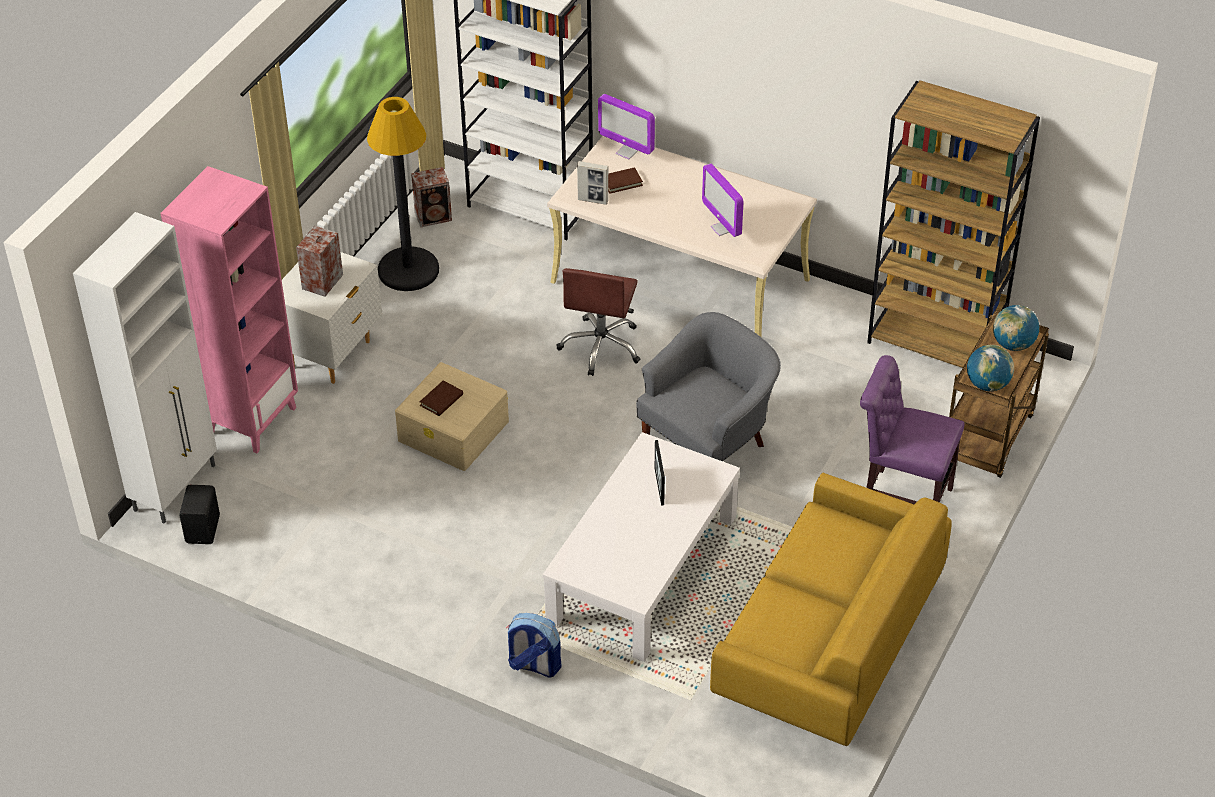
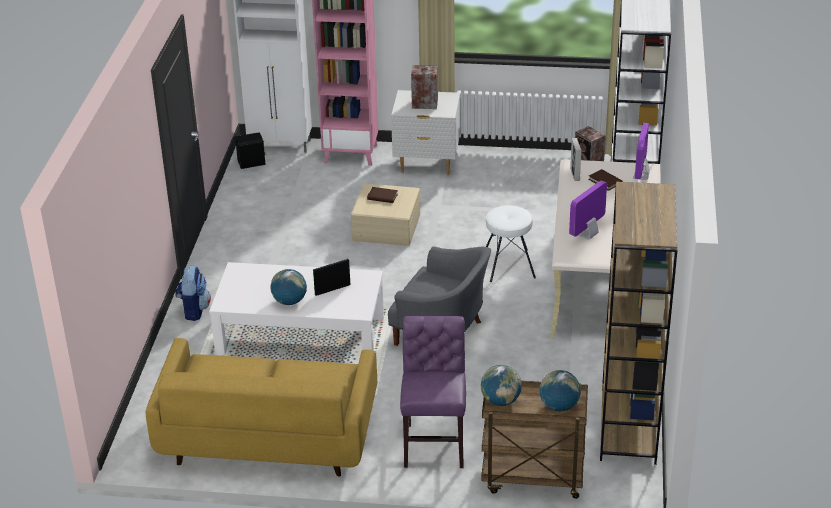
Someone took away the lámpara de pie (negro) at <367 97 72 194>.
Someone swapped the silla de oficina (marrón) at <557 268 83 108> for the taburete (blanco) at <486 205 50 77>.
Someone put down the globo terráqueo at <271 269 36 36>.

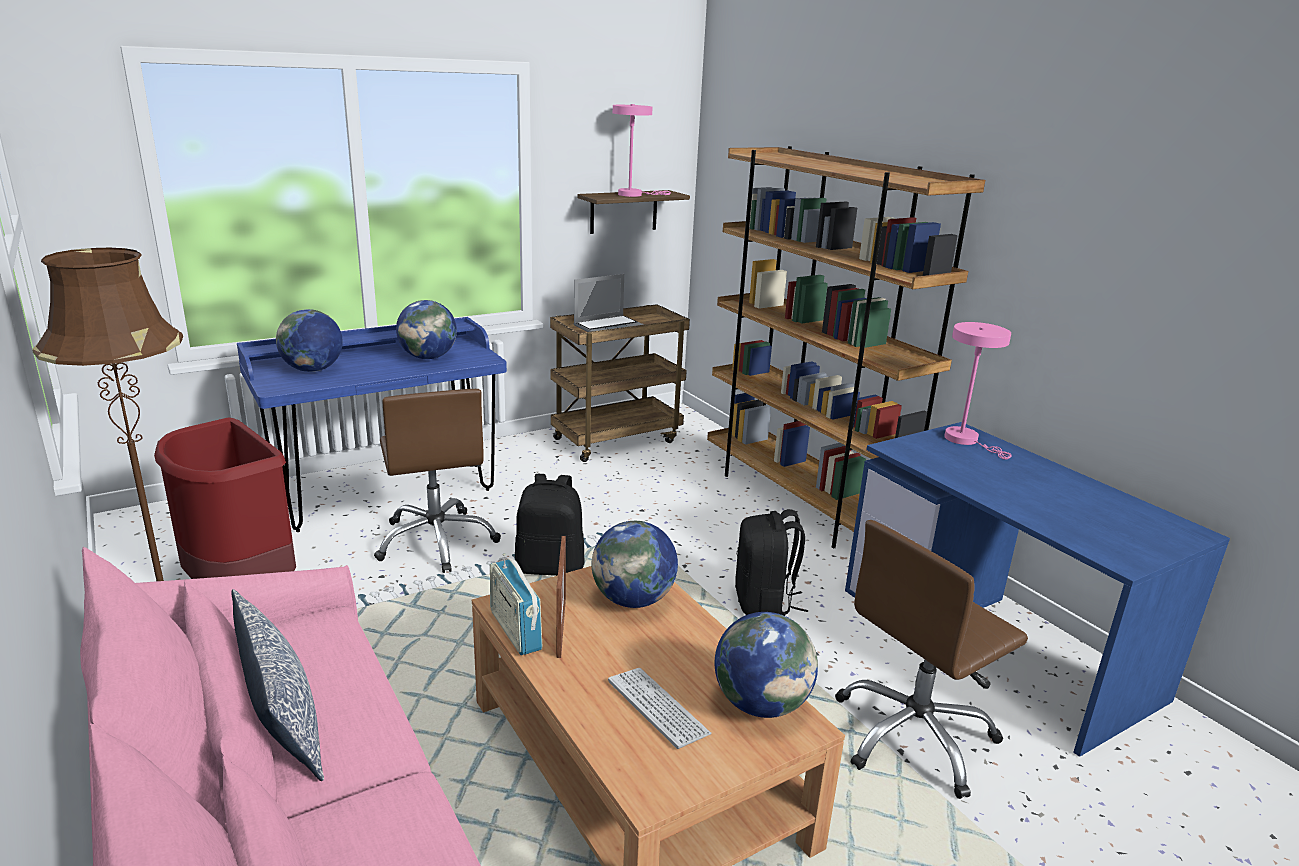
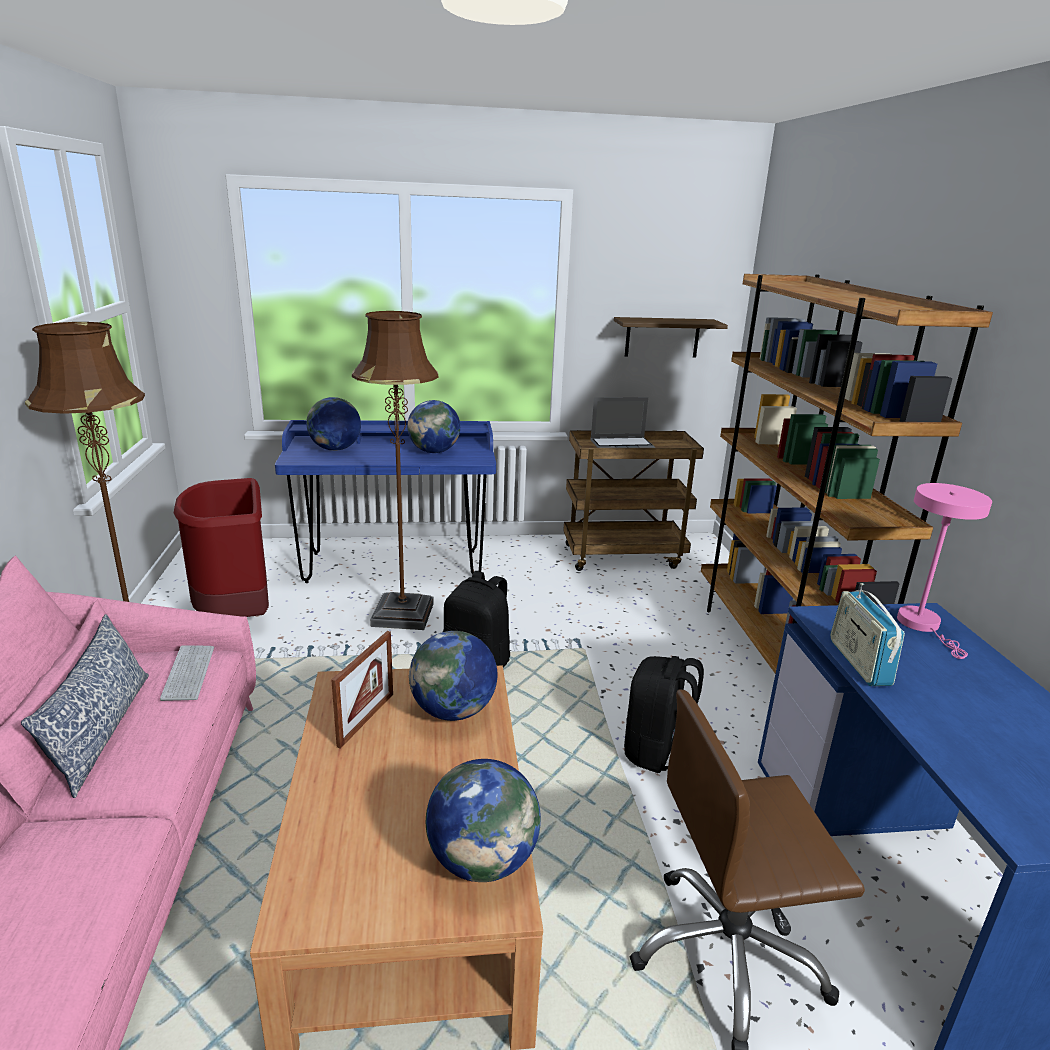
Someone took away the lámpara de mesa (rosa) at <613 104 58 93>.
Someone swapped the silla de oficina (marrón) at <374 389 127 184> for the lámpara de pie (marrón) at <352 311 86 319>.
Someone carried the radio from <490 553 53 102> to <830 583 75 103>.
Someone carried the teclado from <608 668 104 81> to <160 645 54 56>.

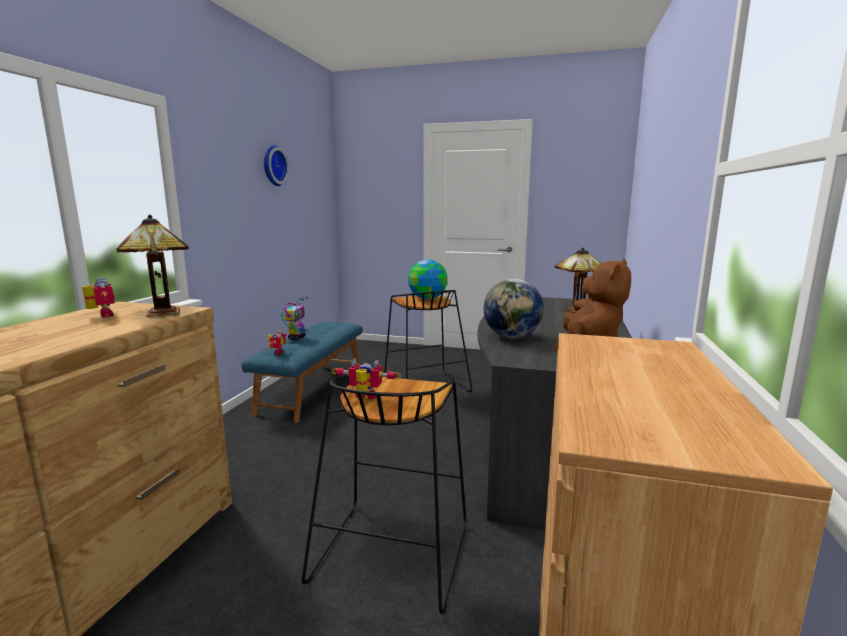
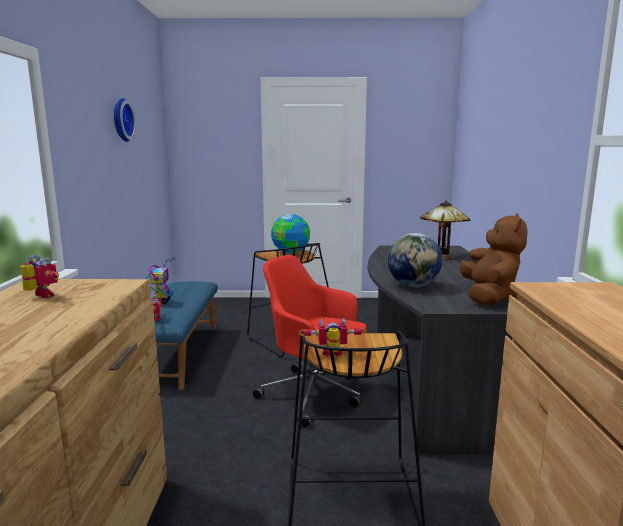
Someone took away the lámpara de mesa at <116 215 73 102>.
Someone put down the silla de oficina (rojo) at <253 255 114 173>.

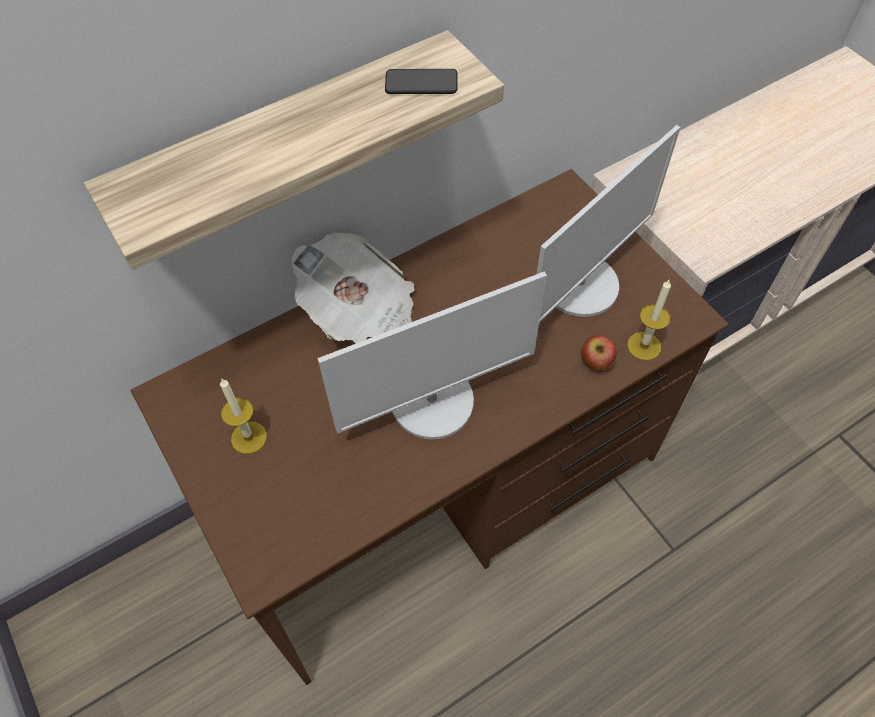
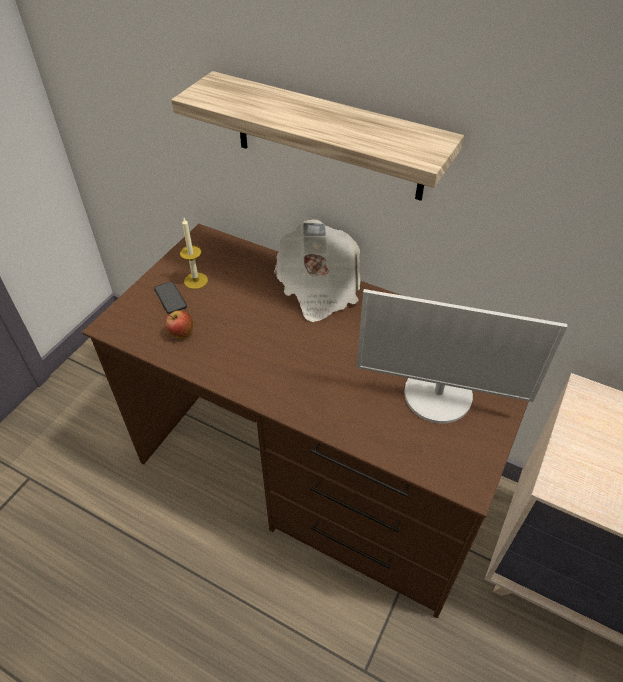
Someone carried the móvil from <385 69 73 25> to <154 281 33 33>.
Someone took away the monitor at <317 272 230 167>.
Someone took away the vela at <627 279 44 82>.
Someone carried the manzana from <581 335 36 35> to <165 310 28 29>.

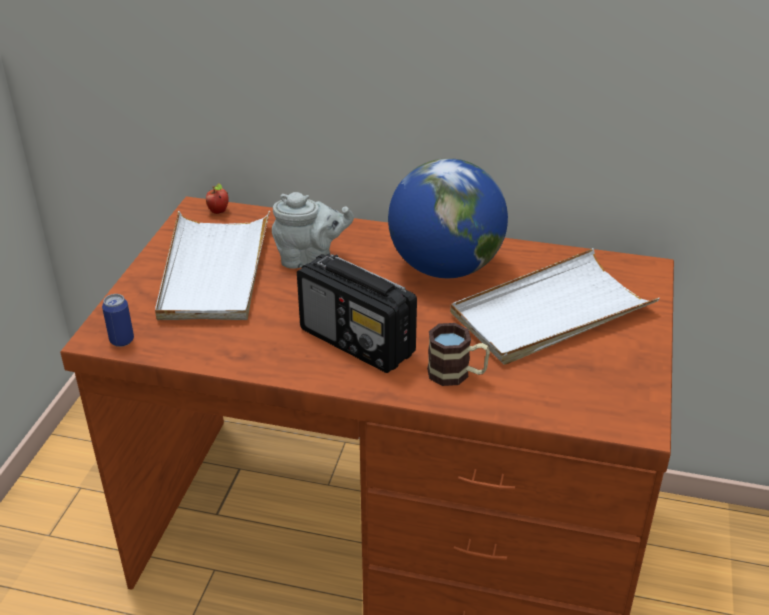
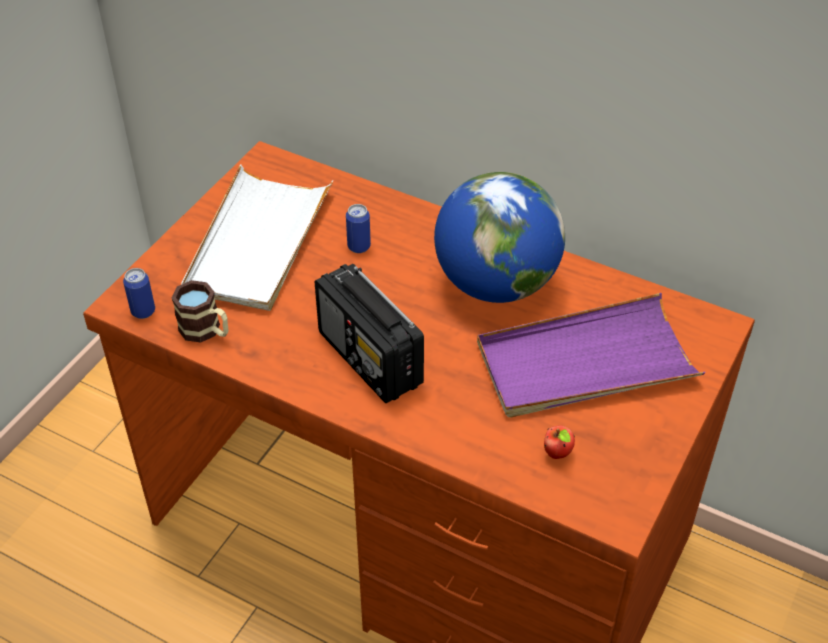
Someone carried the manzana from <206 183 23 31> to <544 426 31 33>.
Someone swapped the tetera (gris) at <272 192 82 77> for the lata at <346 204 25 49>.
Someone repainted the bandeja (blanco) at <450 248 210 117>, which became the bandeja (morado) at <477 293 229 124>.
Someone carried the taza grande from <427 323 63 63> to <172 280 57 63>.

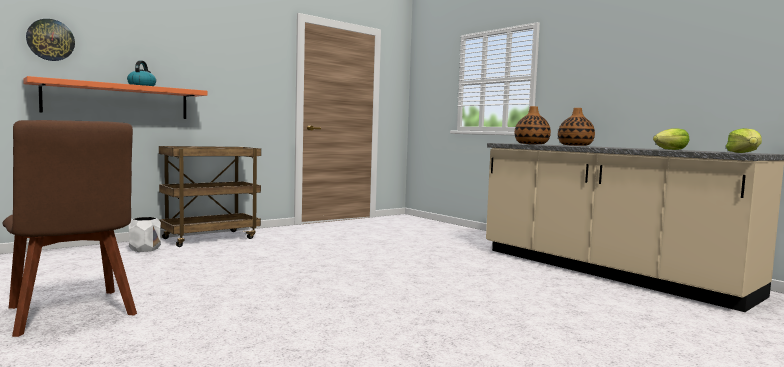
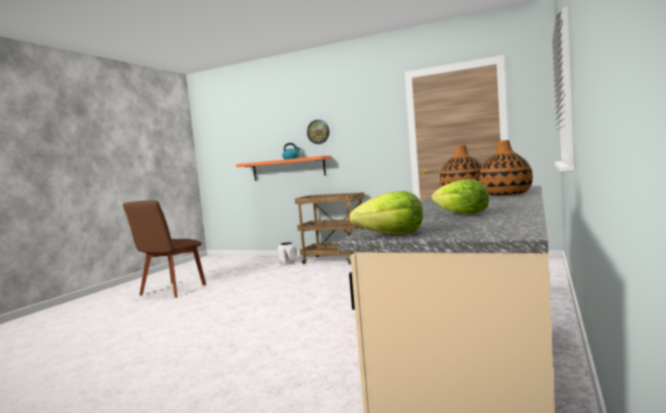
Someone carried the reloj de pared from <26 19 49 42> to <307 120 22 24>.

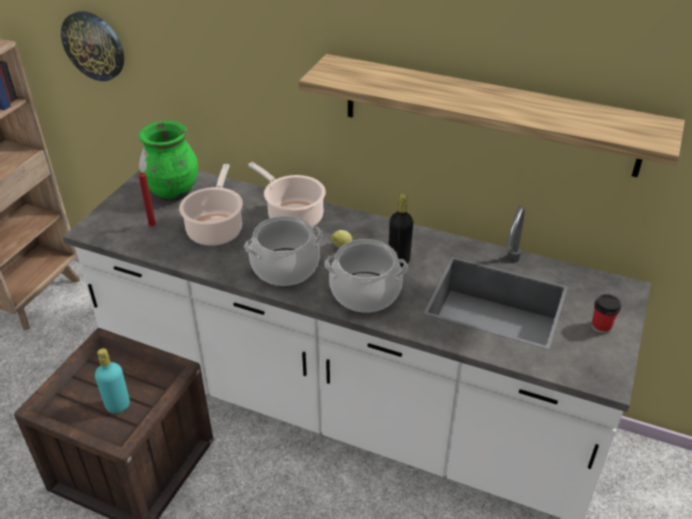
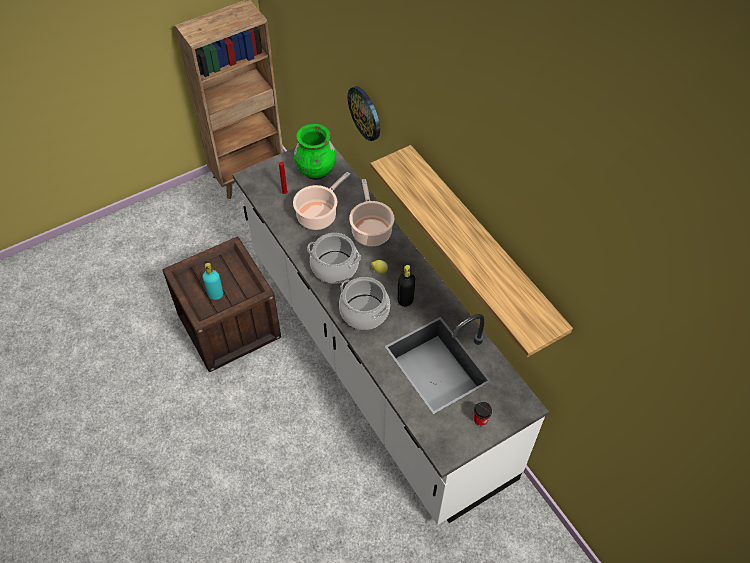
Someone carried the reloj de pared from <61 11 63 70> to <348 86 32 55>.

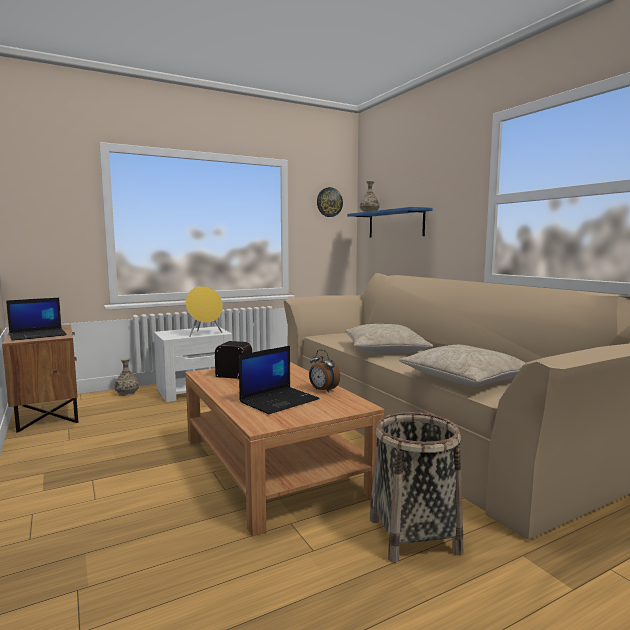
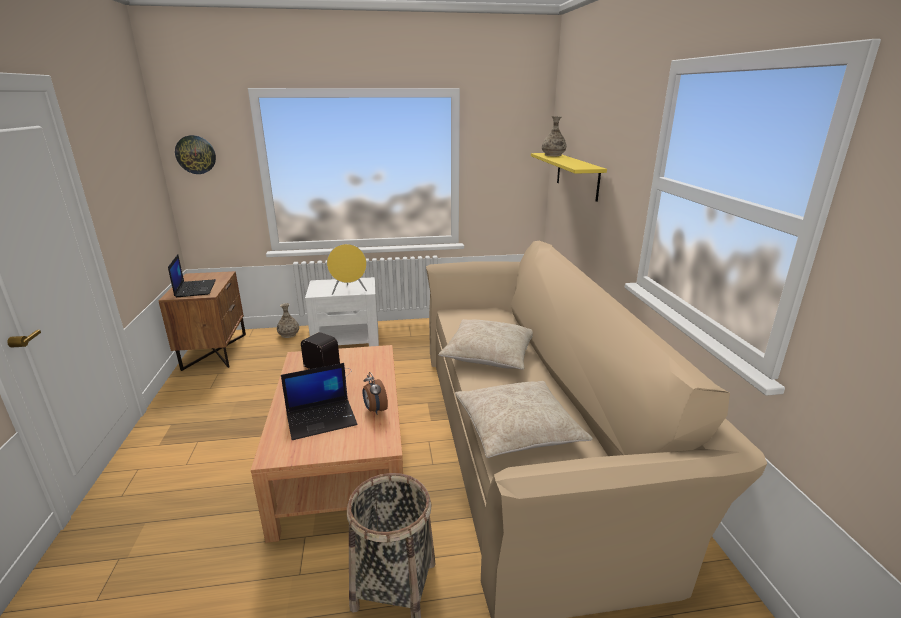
Someone carried the reloj de pared from <317 187 26 30> to <175 135 41 39>.
Someone repainted the estante (azul) at <347 207 86 31>, which became the estante (amarillo) at <531 153 76 49>.
Someone rotated the portátil at <6 298 61 43> by 90 degrees counterclockwise.

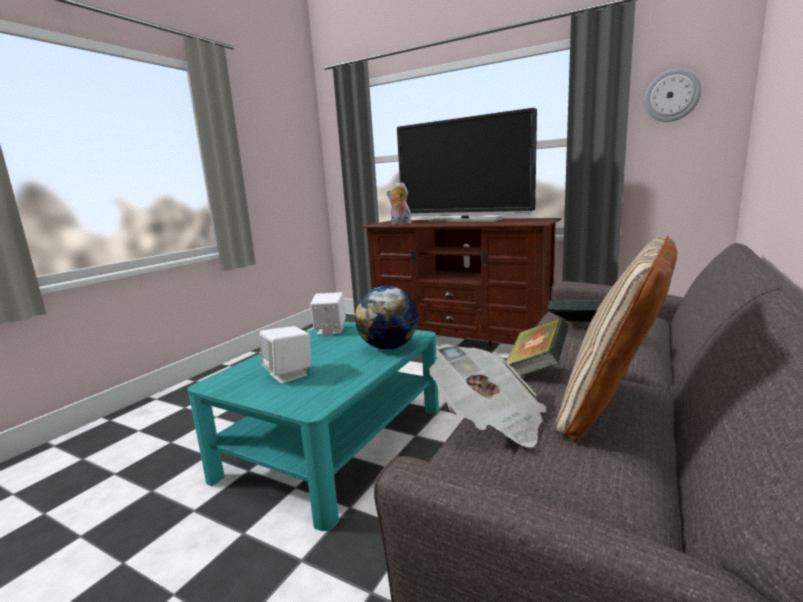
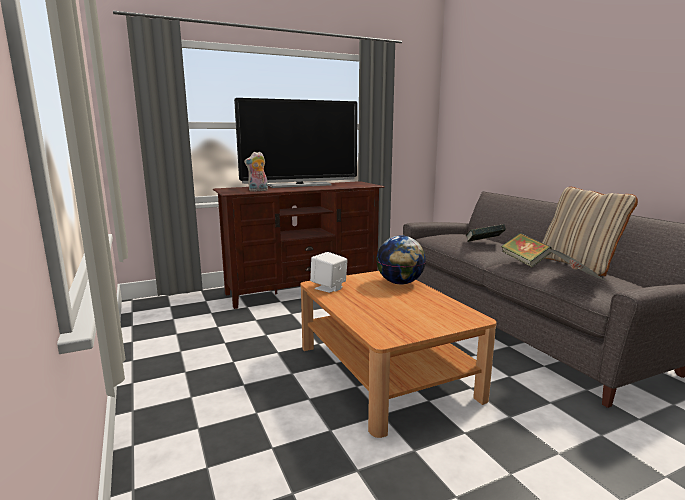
Someone took away the reloj de pared at <644 68 58 54>.
Someone repainted the mesa de centro (turquesa) at <187 321 252 210>, which became the mesa de centro (marrón) at <301 271 196 167>.
Someone took away the altavoz (blanco) at <260 326 51 58>.

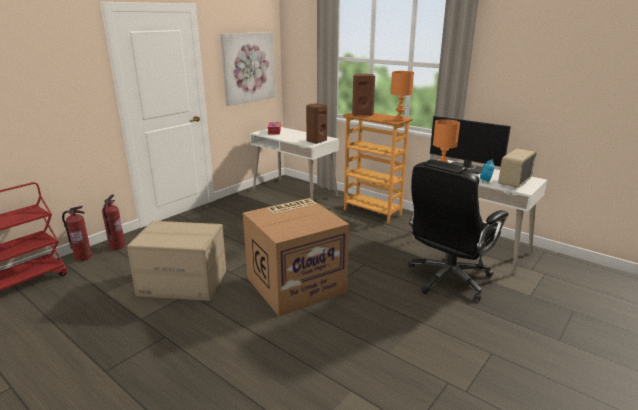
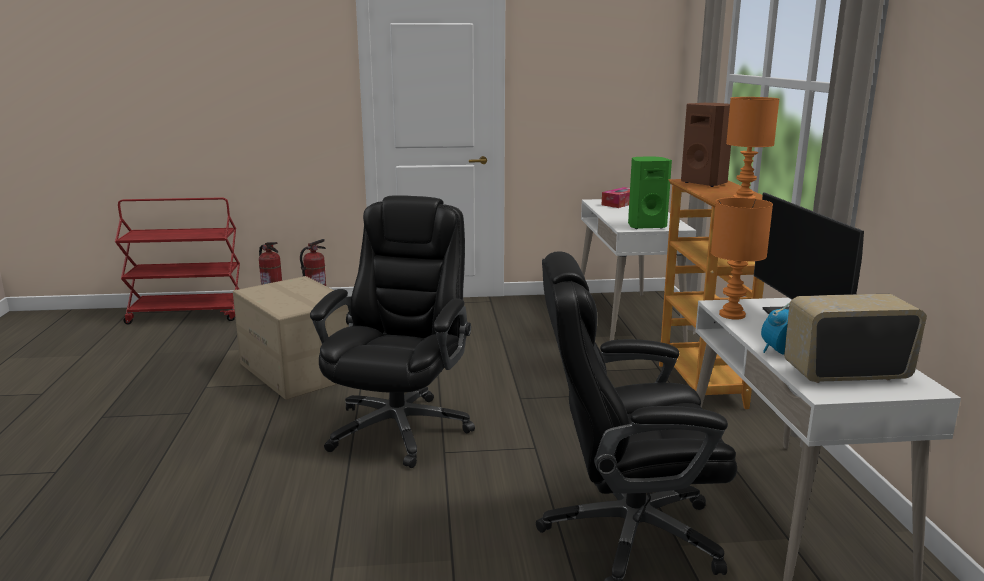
Someone took away the cuadro at <220 32 55 74>.
Someone repainted the altavoz (marrón) at <306 103 21 41>, which became the altavoz (verde) at <628 156 44 73>.
Someone swapped the caja de cartón at <243 198 106 118> for the silla de oficina (negro) at <310 195 165 273>.

